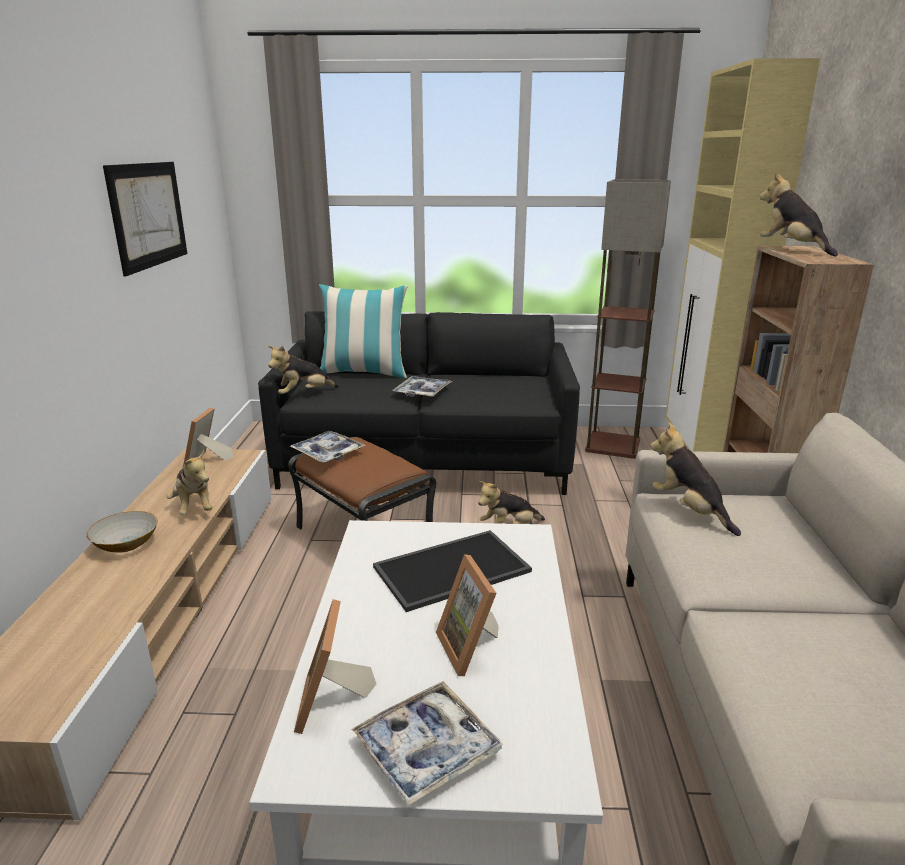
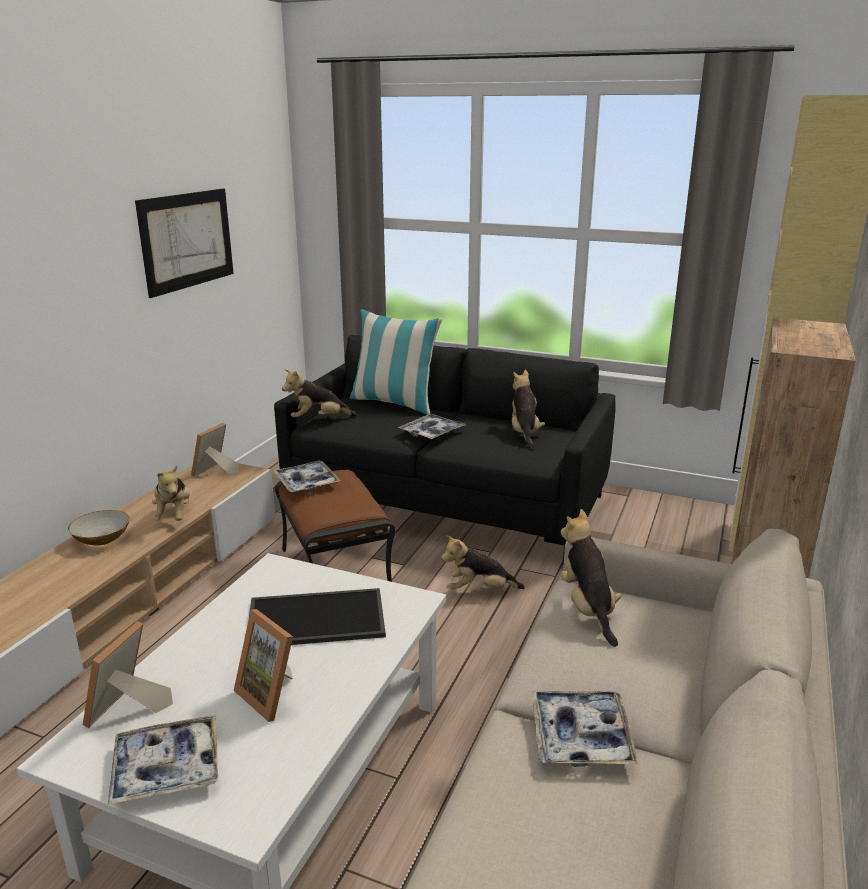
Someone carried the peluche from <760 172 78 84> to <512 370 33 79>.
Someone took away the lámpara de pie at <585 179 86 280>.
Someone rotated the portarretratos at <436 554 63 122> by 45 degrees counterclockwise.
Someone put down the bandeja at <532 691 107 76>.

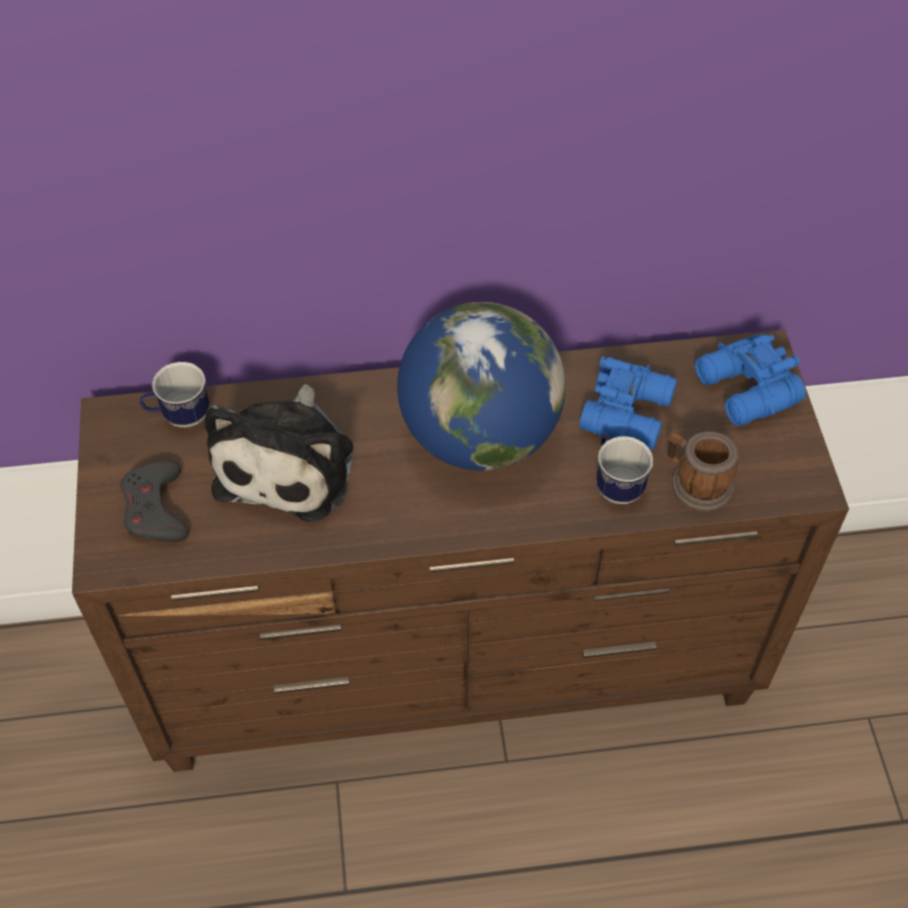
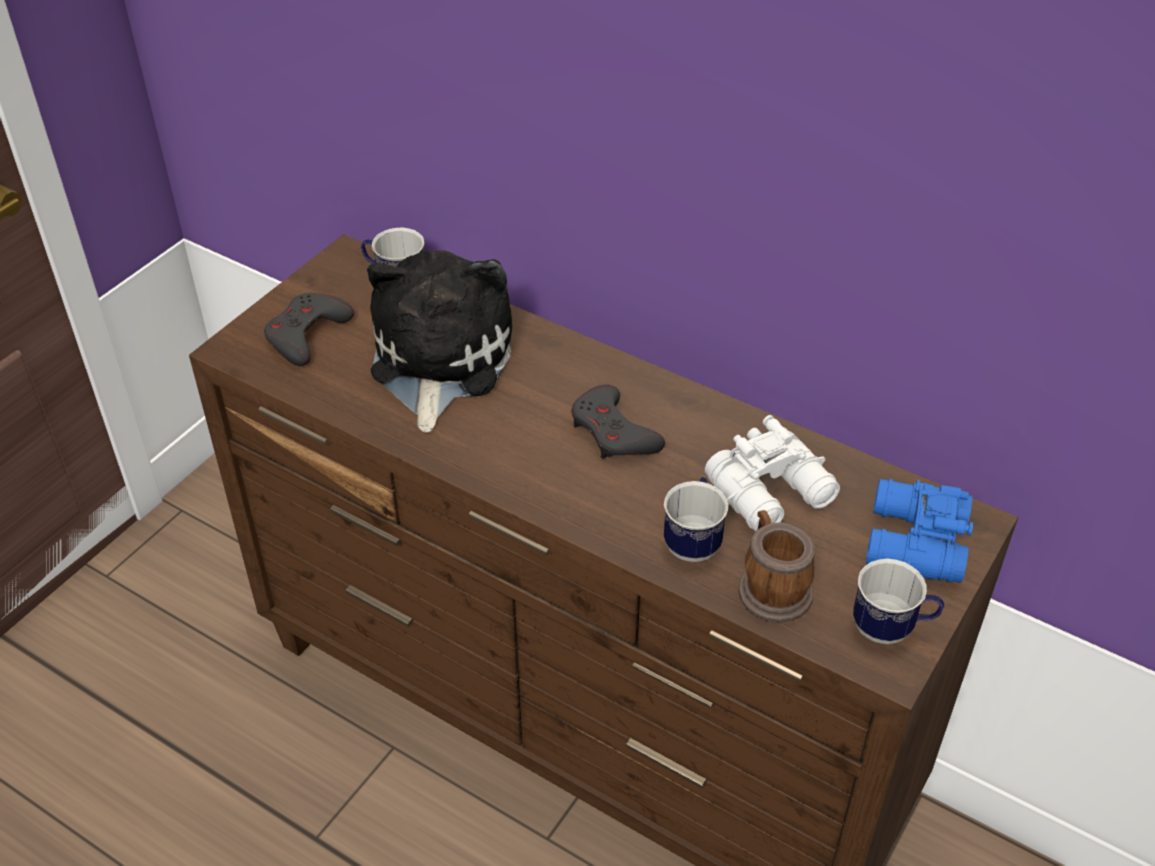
Someone swapped the globo terráqueo at <397 302 169 169> for the mando de consola (gris) at <571 384 94 75>.
Someone repainted the prismáticos (azul) at <579 356 98 94>, which became the prismáticos (blanco) at <705 415 135 116>.
Someone rotated the peluche at <204 384 149 138> by 135 degrees clockwise.
Someone put down the taza grande at <853 558 91 86>.

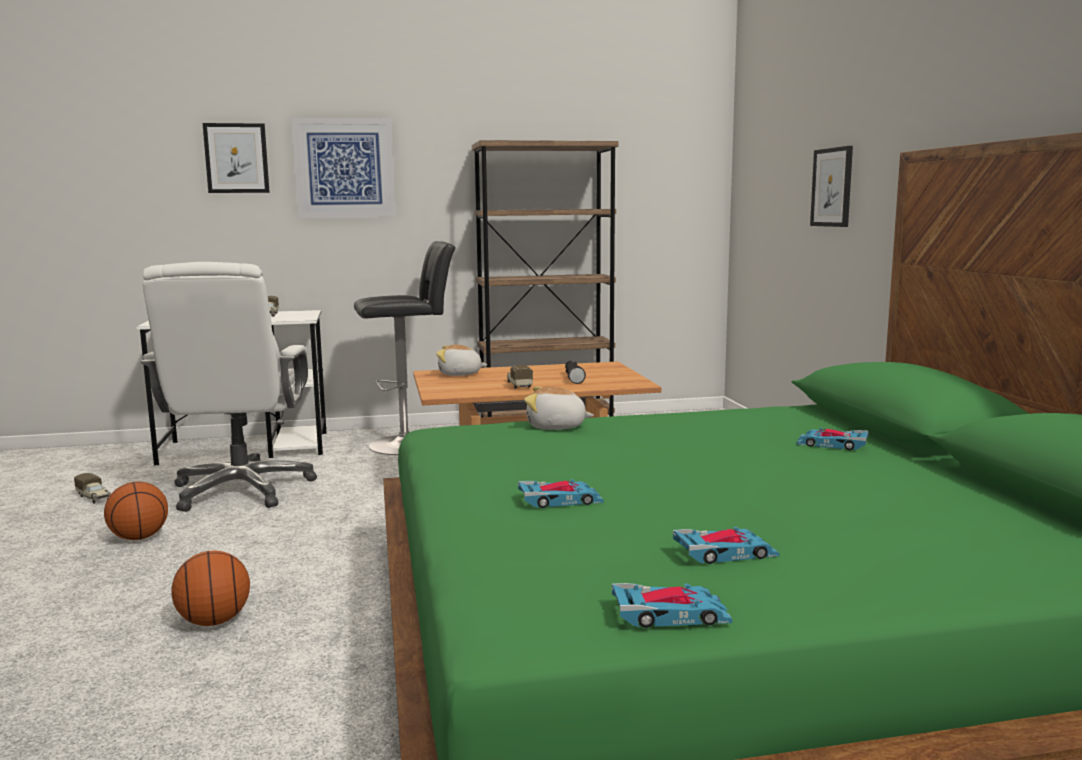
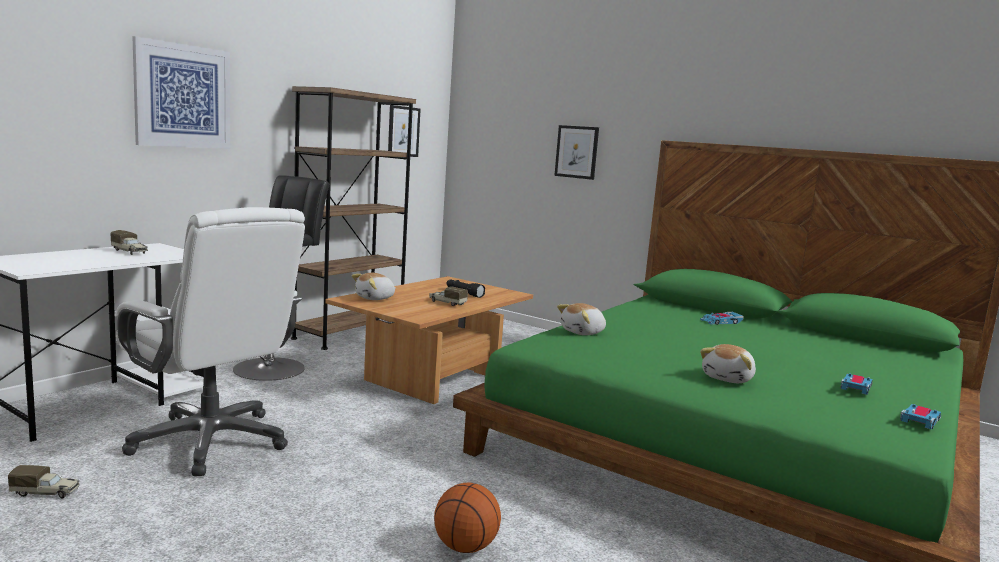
Someone carried the cuadro from <203 123 67 70> to <388 105 33 52>.
Someone swapped the coche de juguete at <518 479 86 29> for the peluche at <700 344 56 39>.
Someone took away the balón de baloncesto at <104 481 64 59>.

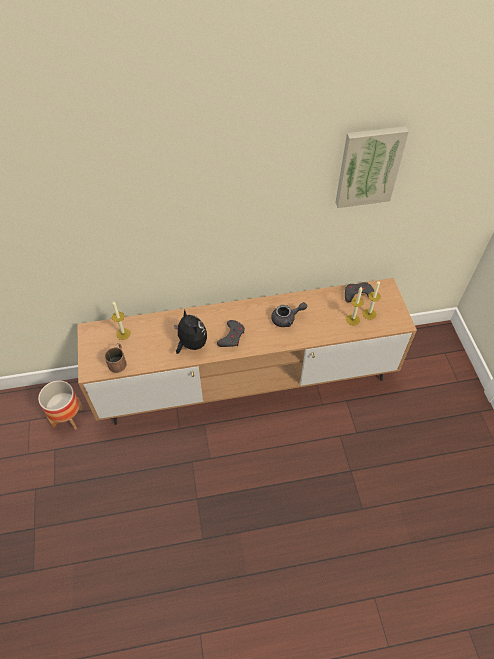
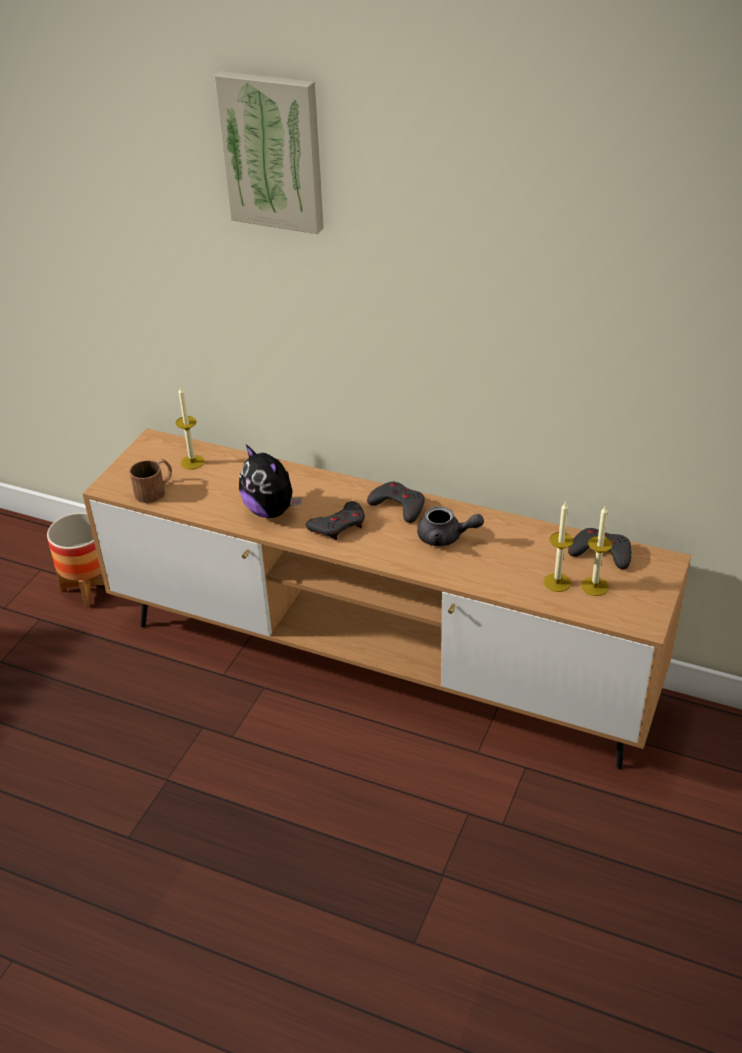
Someone carried the cuadro from <335 126 74 82> to <215 71 109 163>.
Someone rotated the peluche at <174 310 33 44> by 135 degrees clockwise.
Someone put down the mando de consola (gris) at <367 481 58 42>.

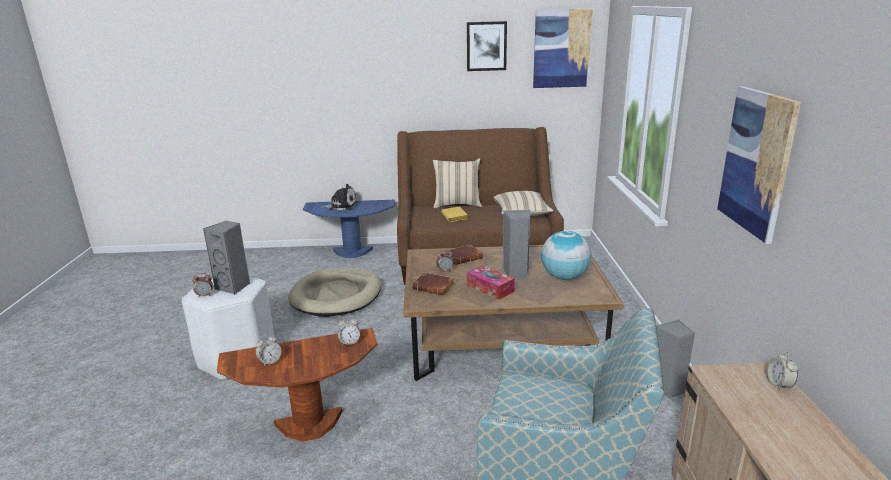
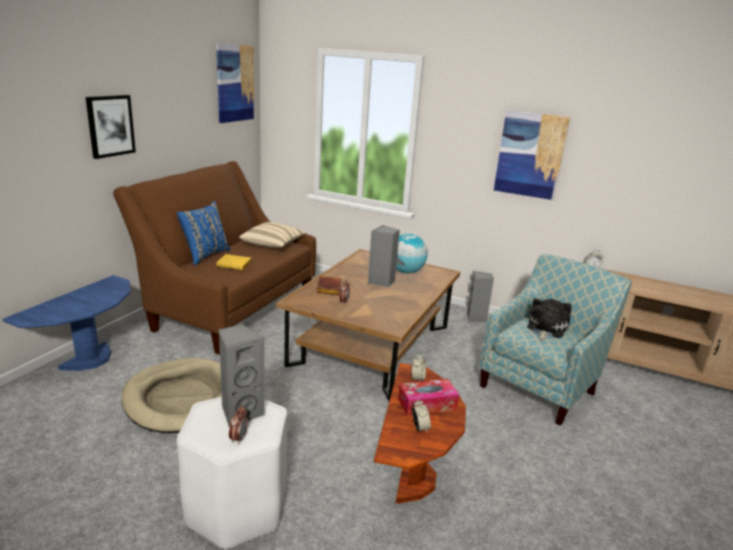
Someone carried the cuadro from <467 21 40 50> to <86 95 50 64>.
Someone repainted the cojín (beis) at <432 158 50 50>, which became the cojín (azul) at <177 201 54 64>.
Someone carried the peluche from <322 184 35 27> to <527 298 45 43>.
Someone carried the caja de pañuelos from <467 265 48 35> to <398 379 61 37>.
Someone took away the libro (marrón) at <412 273 42 22>.

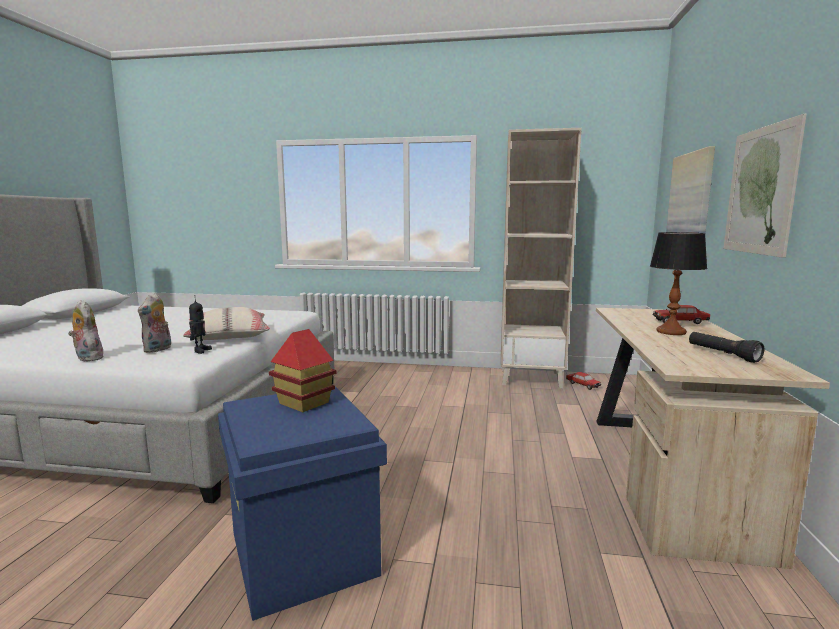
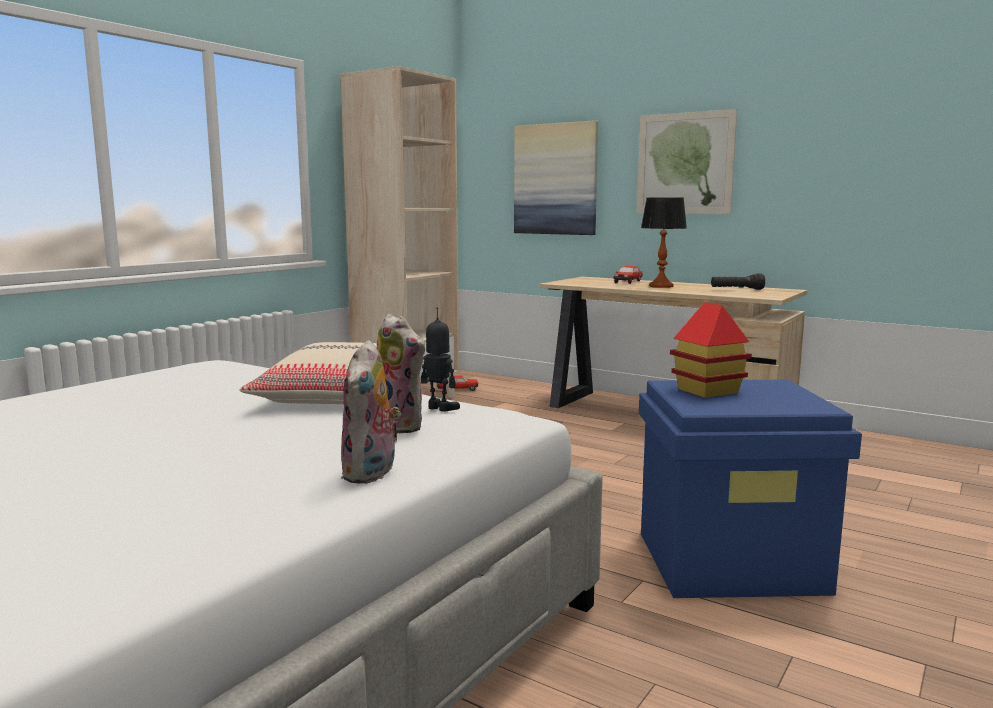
Someone rotated the peluche at <68 300 36 61> by 60 degrees counterclockwise.

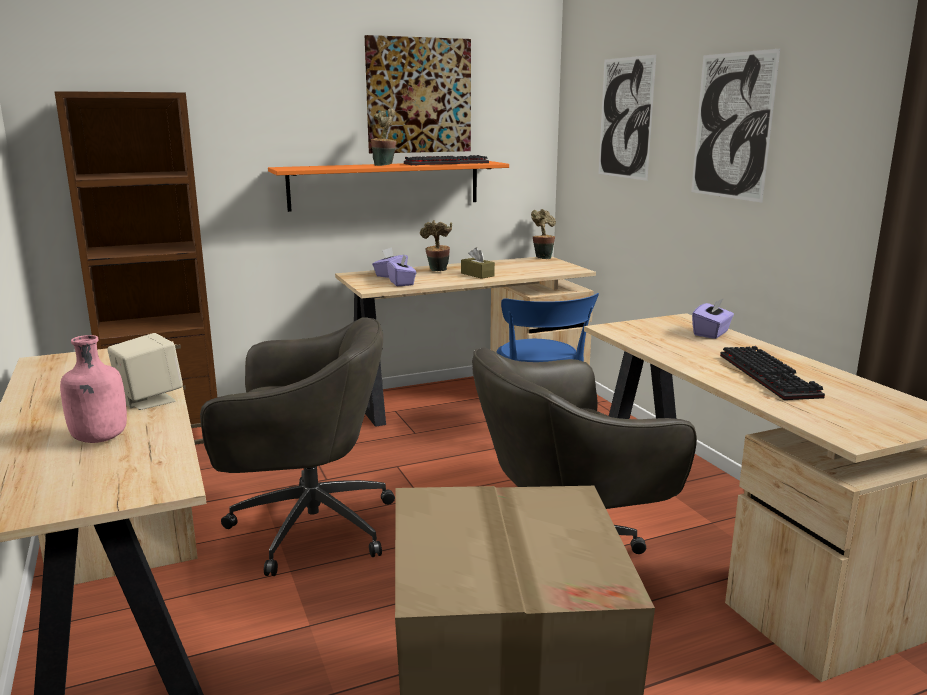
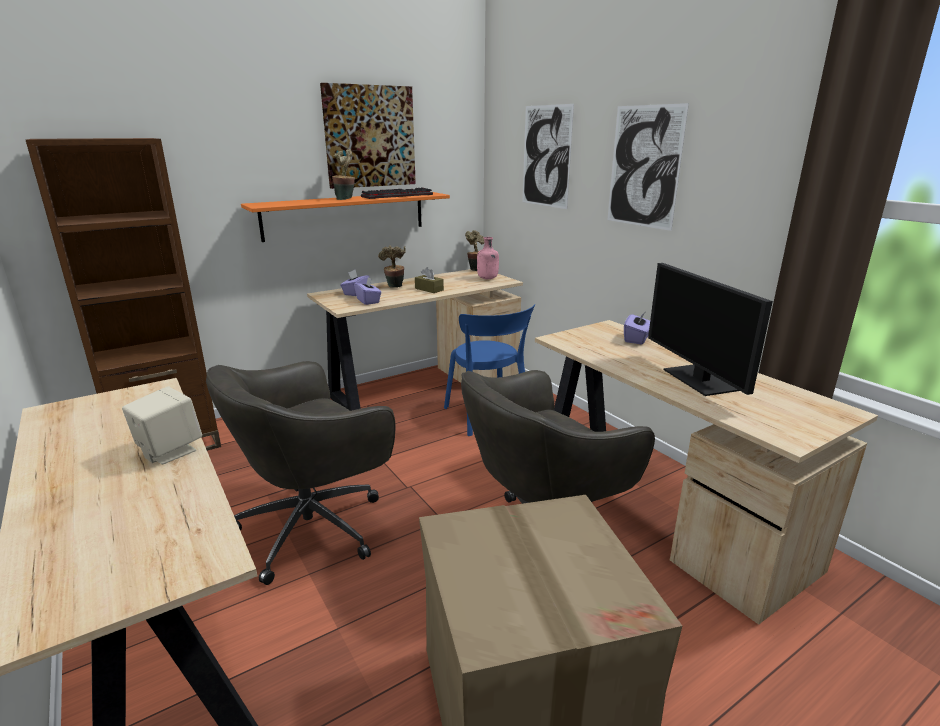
Someone rotated the silla de oficina (gris) at <200 317 195 259> by 150 degrees clockwise.
Someone carried the botella (rosa) from <60 335 67 108> to <477 237 22 42>.
Someone swapped the teclado at <720 346 105 54> for the monitor at <648 263 125 133>.

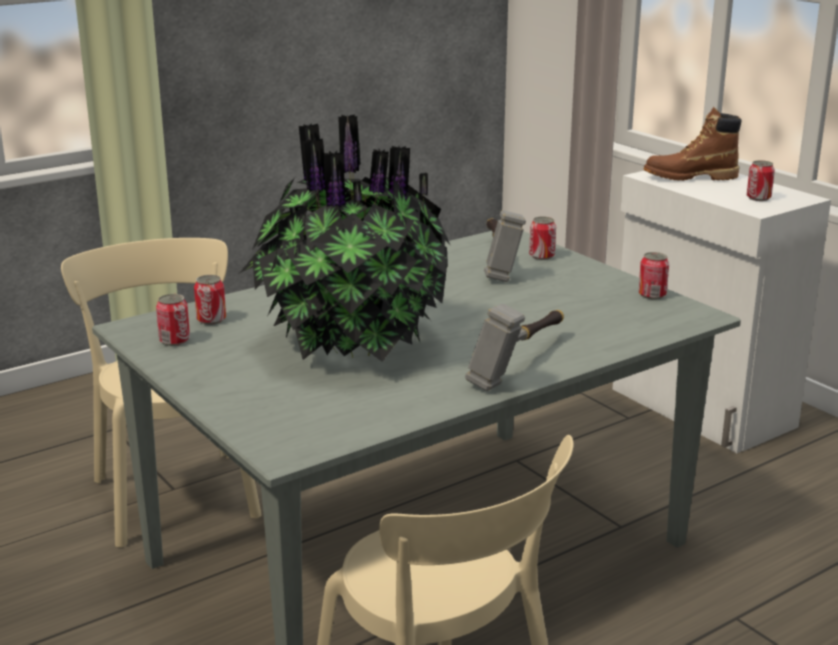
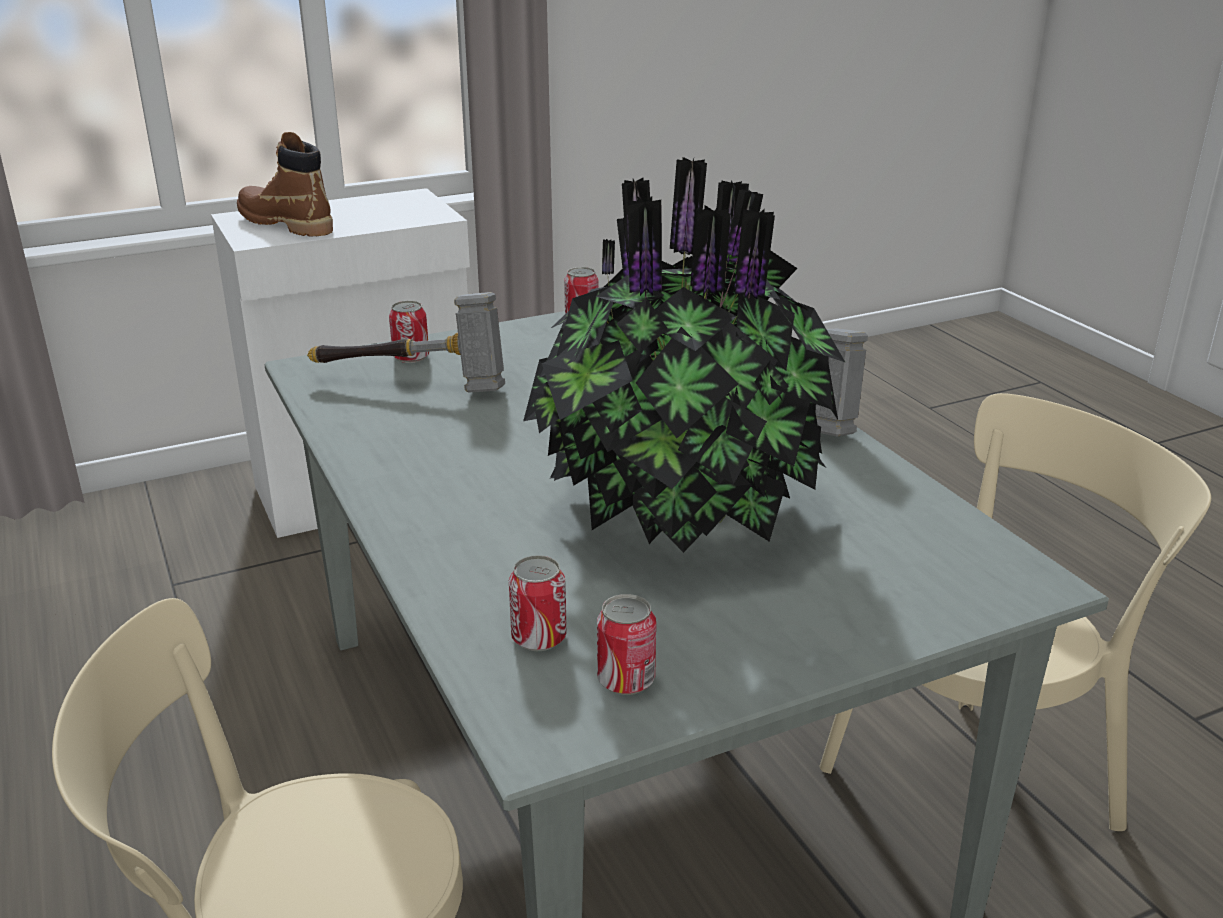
Someone rotated the bota (marrón) at <644 107 98 74> by 120 degrees clockwise.
Someone took away the lata at <747 160 28 41>.

